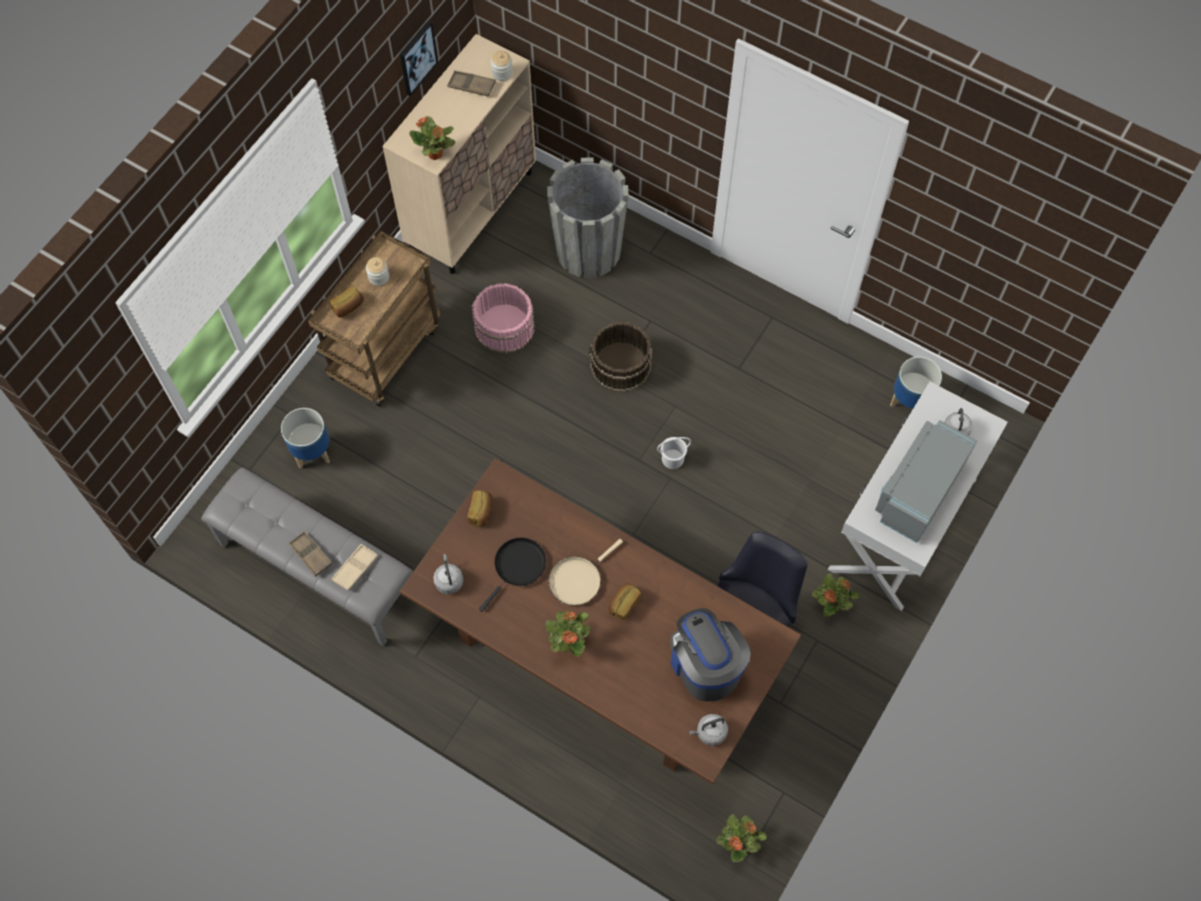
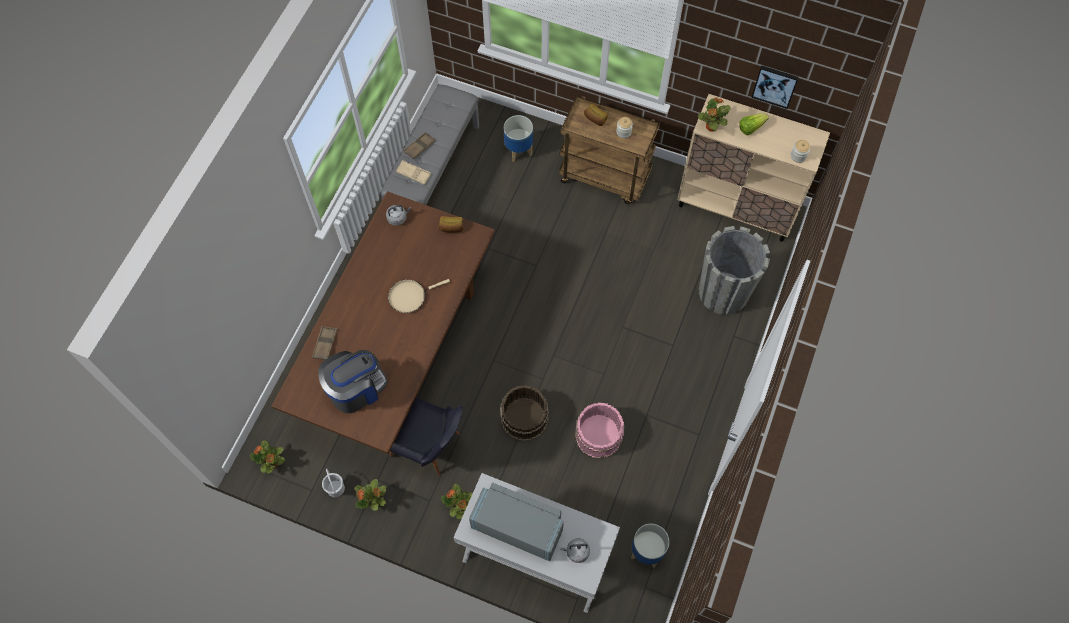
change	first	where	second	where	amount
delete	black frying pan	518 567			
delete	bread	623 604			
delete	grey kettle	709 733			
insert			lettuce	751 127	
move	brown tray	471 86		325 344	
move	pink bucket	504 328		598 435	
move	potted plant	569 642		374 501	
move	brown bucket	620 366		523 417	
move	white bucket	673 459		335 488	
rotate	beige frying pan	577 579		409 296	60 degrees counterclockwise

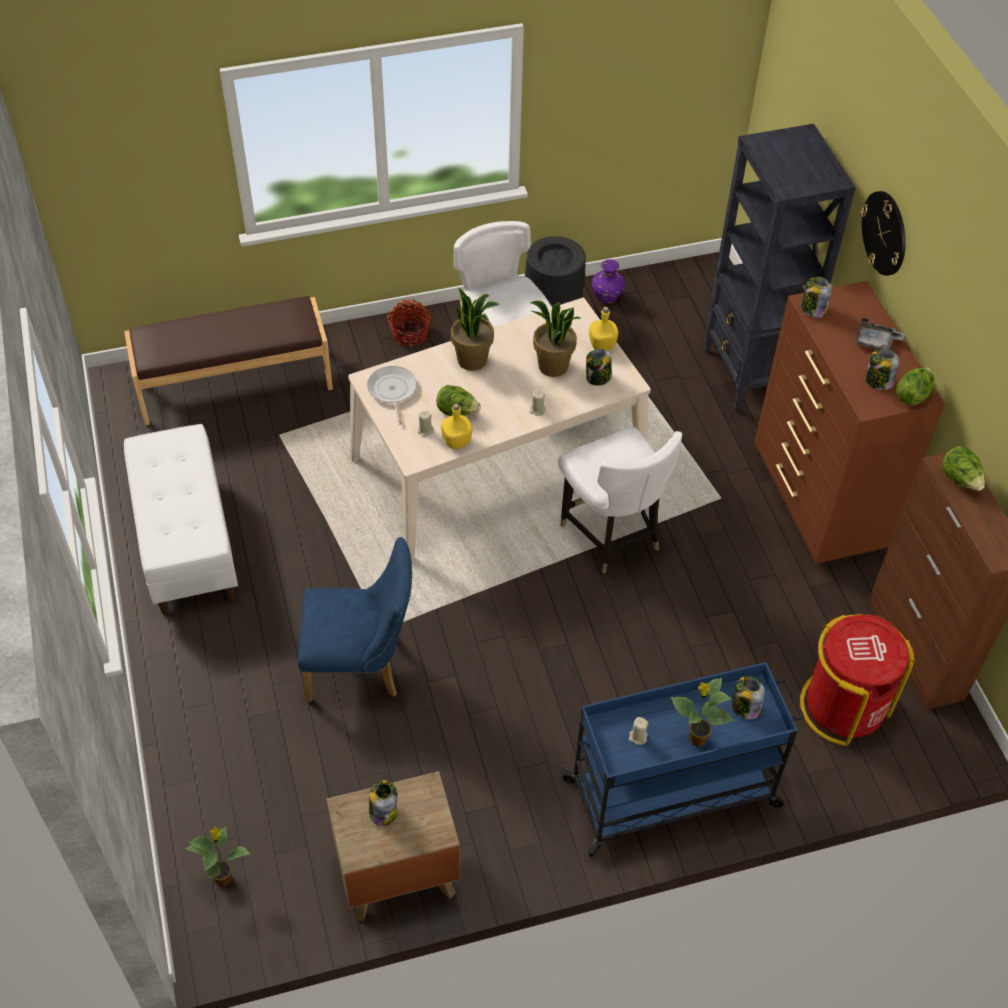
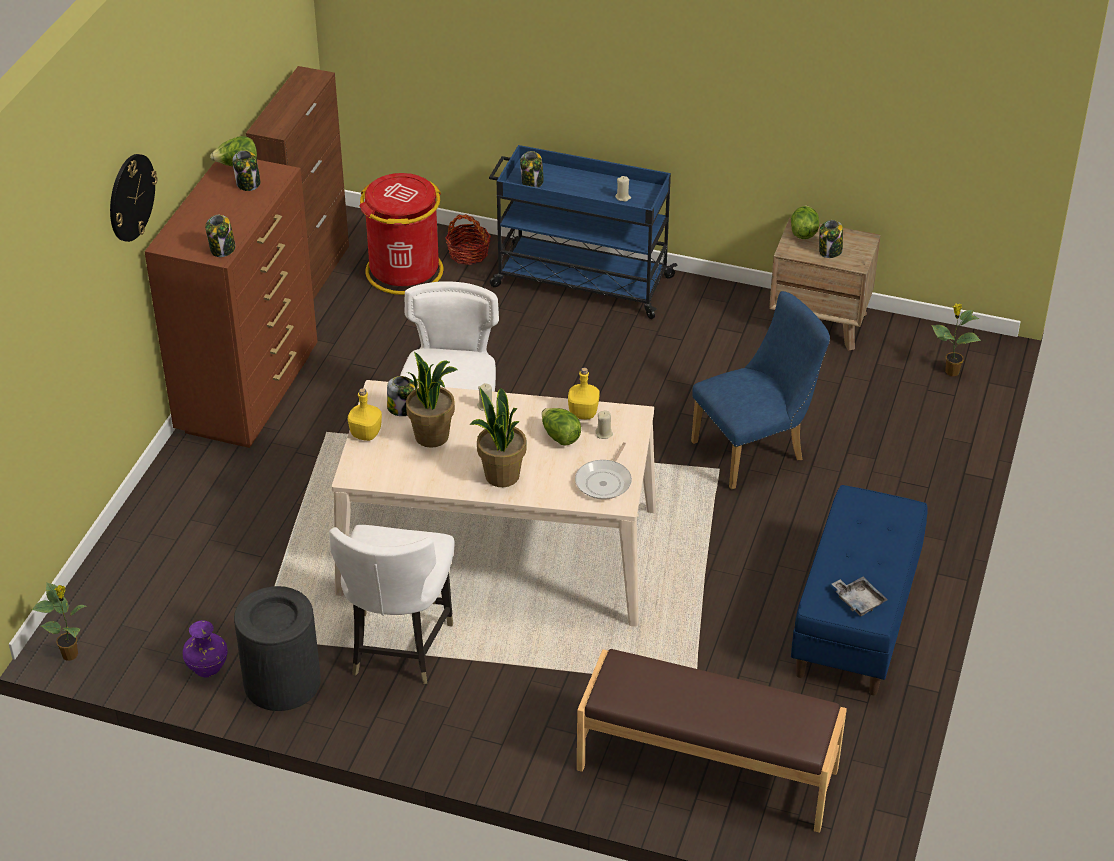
change	first	where	second	where	amount
delete	black bookcase	750 375			
move	basket	410 333		468 254	
move	potted plant	696 739		71 655	
move	grey tray	875 341		858 601	
move	lettuce	960 479		803 232	
recolor	white bench	186 542	blue bench	856 621	
rotate	blue chair	362 667		755 450	120 degrees clockwise

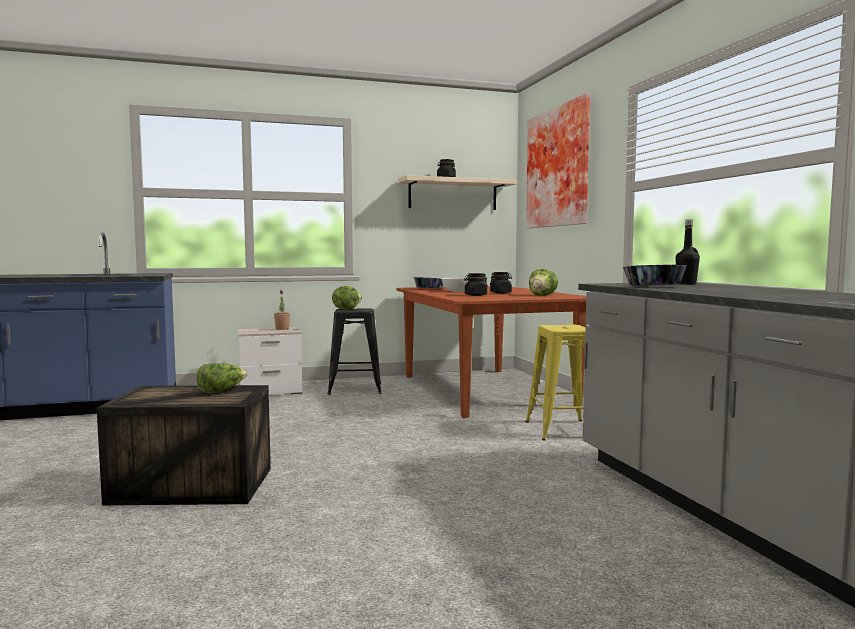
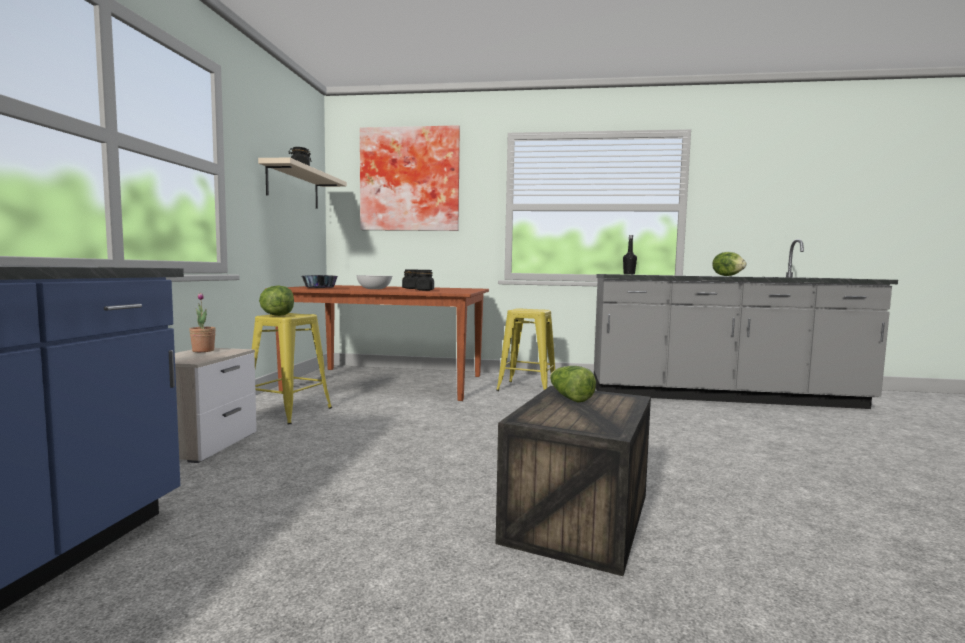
change	first	where	second	where	amount
delete	bowl	652 286			
move	lettuce	542 295		728 276	
recolor	black stool	355 389	yellow stool	288 412	

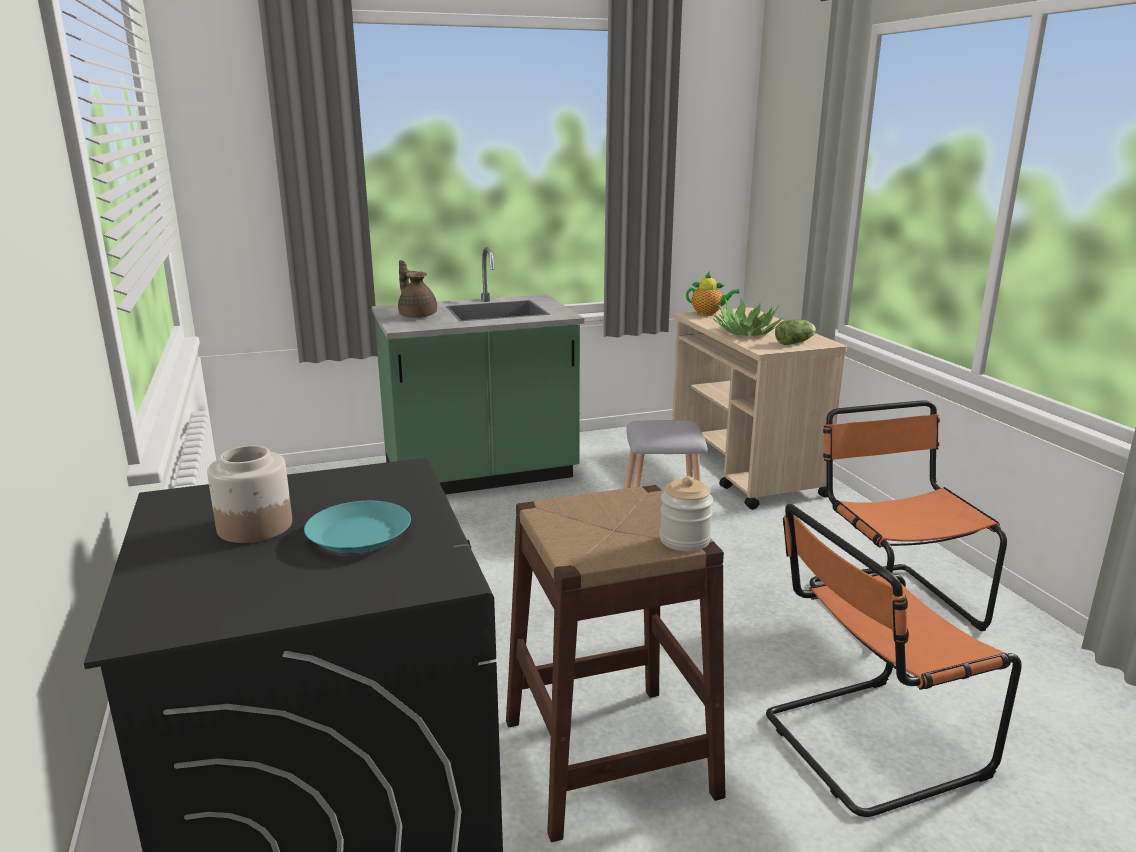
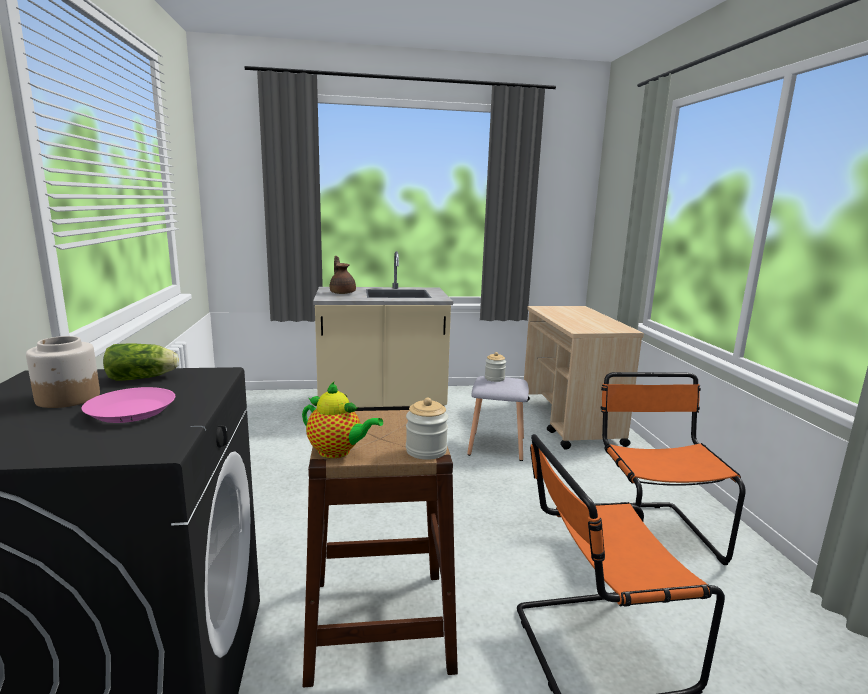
change	first	where	second	where	amount
delete	potted plant	747 332			
insert			jar	494 378	
move	teapot	708 314		337 452	
move	lettuce	796 342		144 378	
recolor	turquoise plate	360 535	pink plate	132 411	
recolor	green counter	481 476	beige counter	381 407	

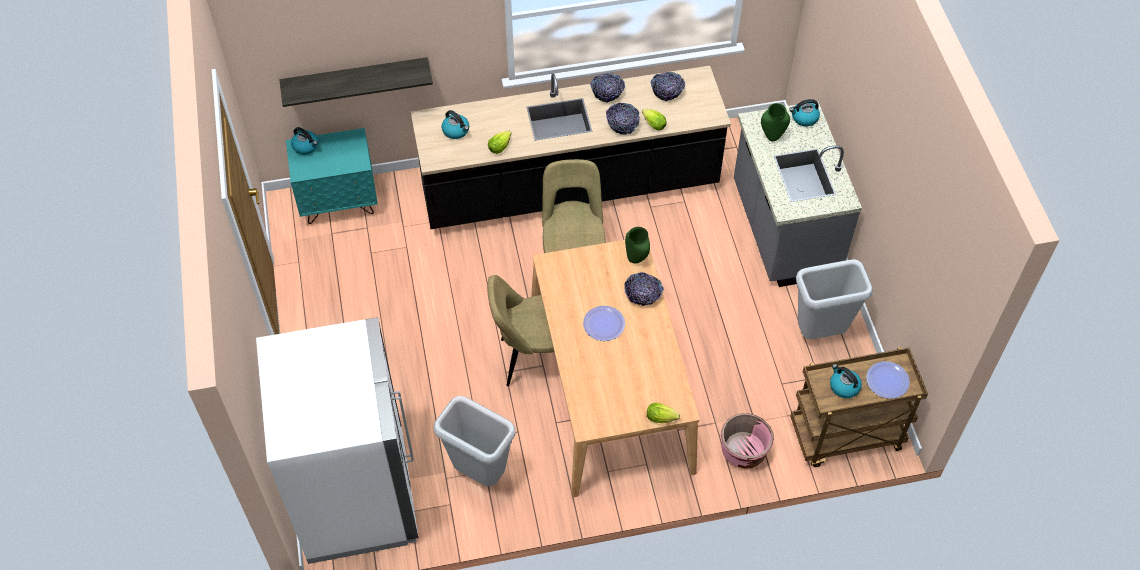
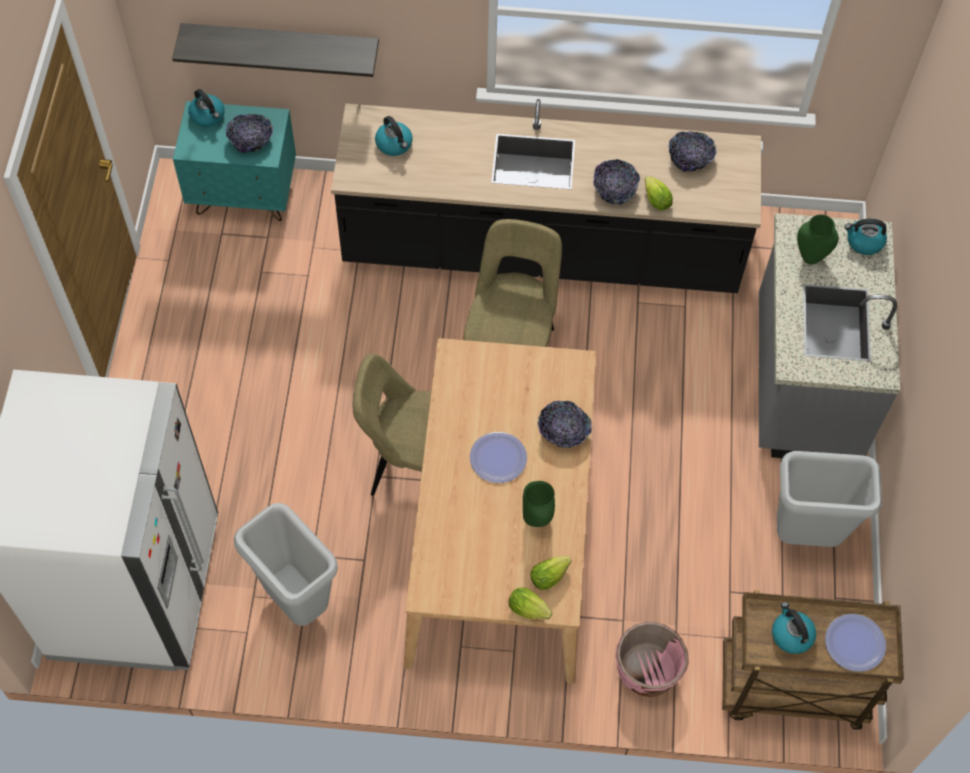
change	first	where	second	where	amount
move	lettuce	501 146		551 575	
move	bowl	607 93		250 140	
move	green vase	637 259		537 519	

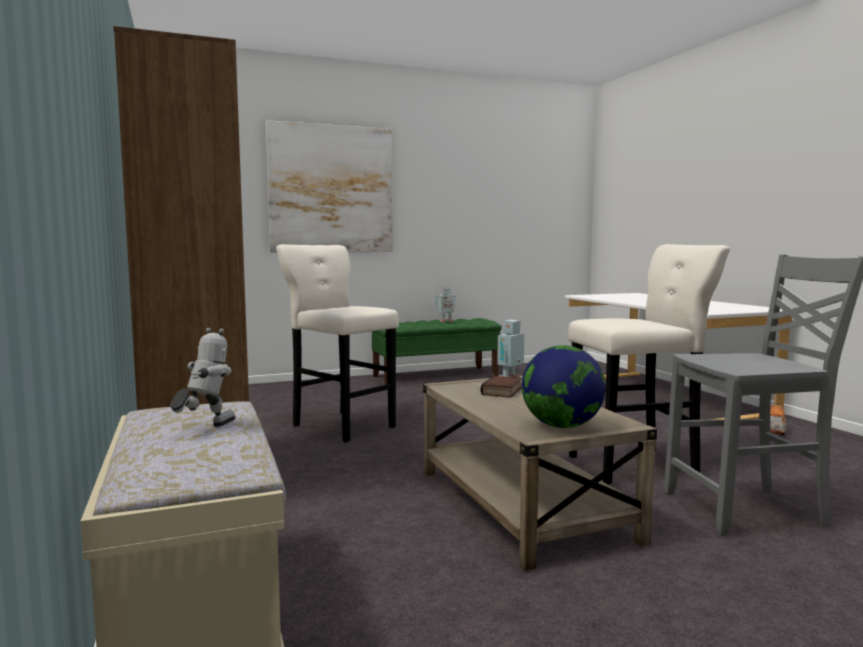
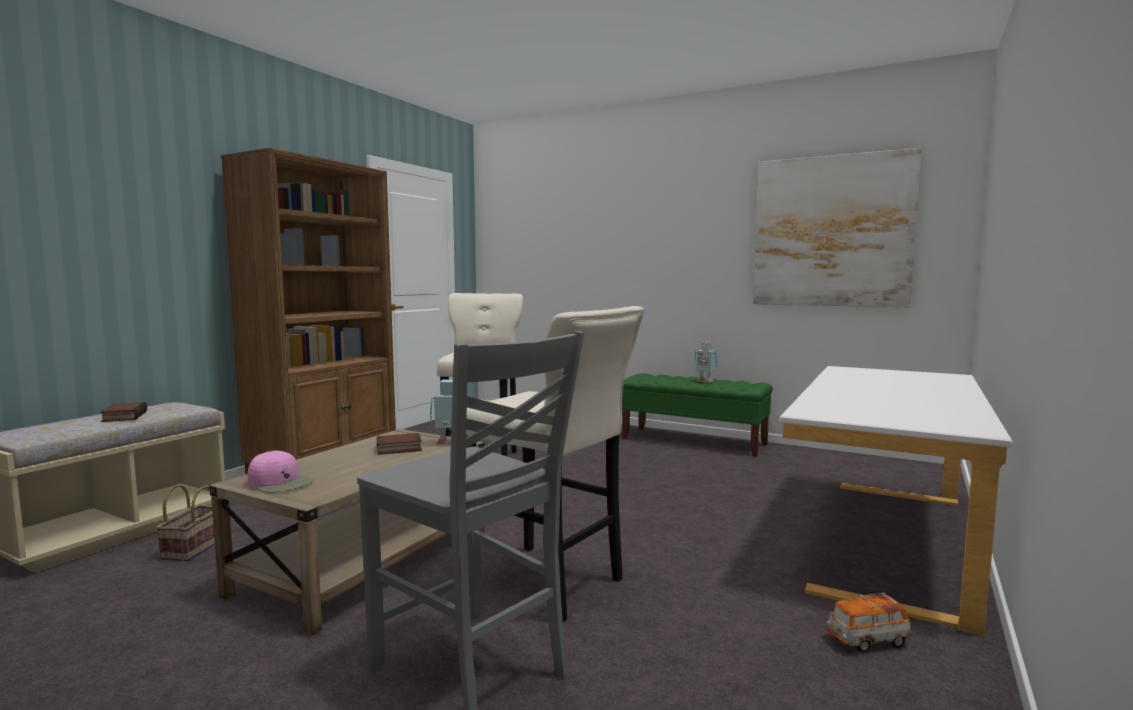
change	first	where	second	where	amount
insert			basket	194 547	
move	picture	331 189		831 231	
replace	toy robot	206 427	book	123 416	
replace	globe	562 426	pink cap	280 483	

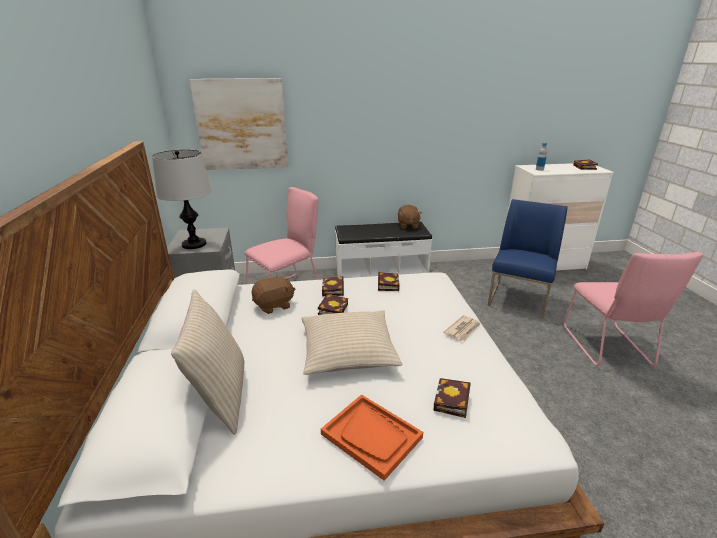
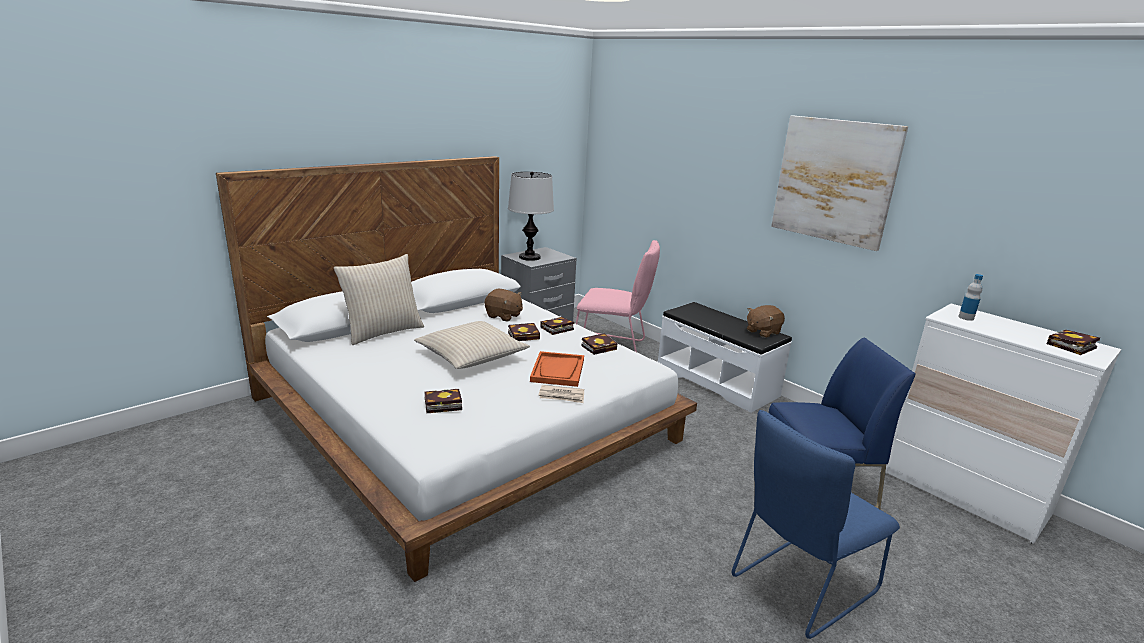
change	first	where	second	where	amount
move	picture	242 125		834 181	
move	orange tray	372 436		558 371	
recolor	pink chair	608 348	blue chair	799 587	

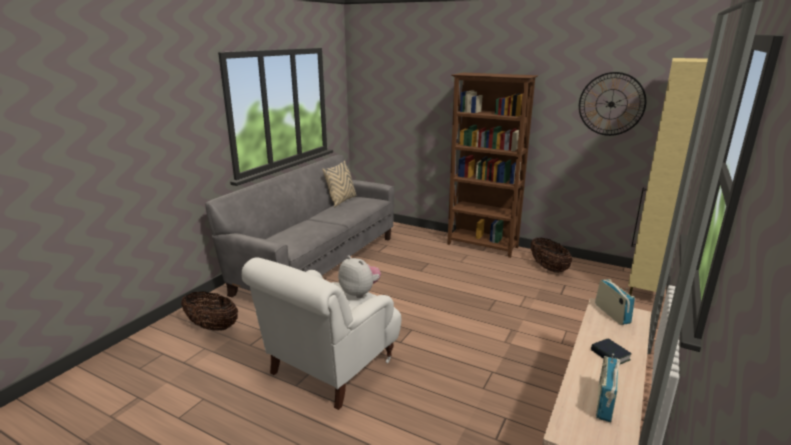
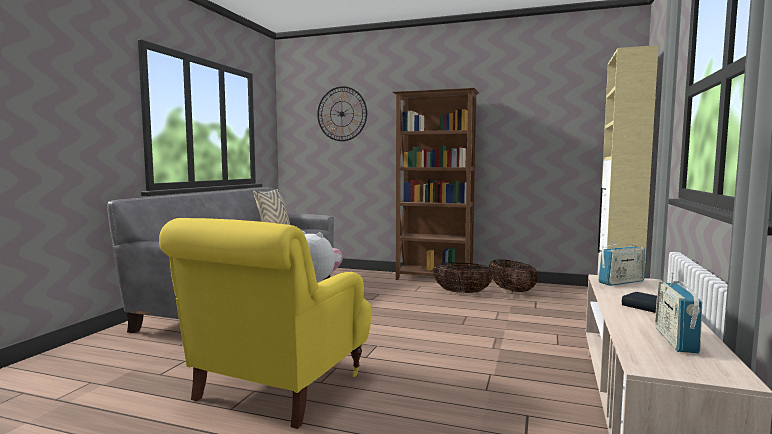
change	first	where	second	where	amount
move	basket	212 326		462 292	
move	wall clock	611 104		342 114	
recolor	white armchair	330 368	yellow armchair	277 388	
rotate	radio	612 314		621 282	90 degrees clockwise

